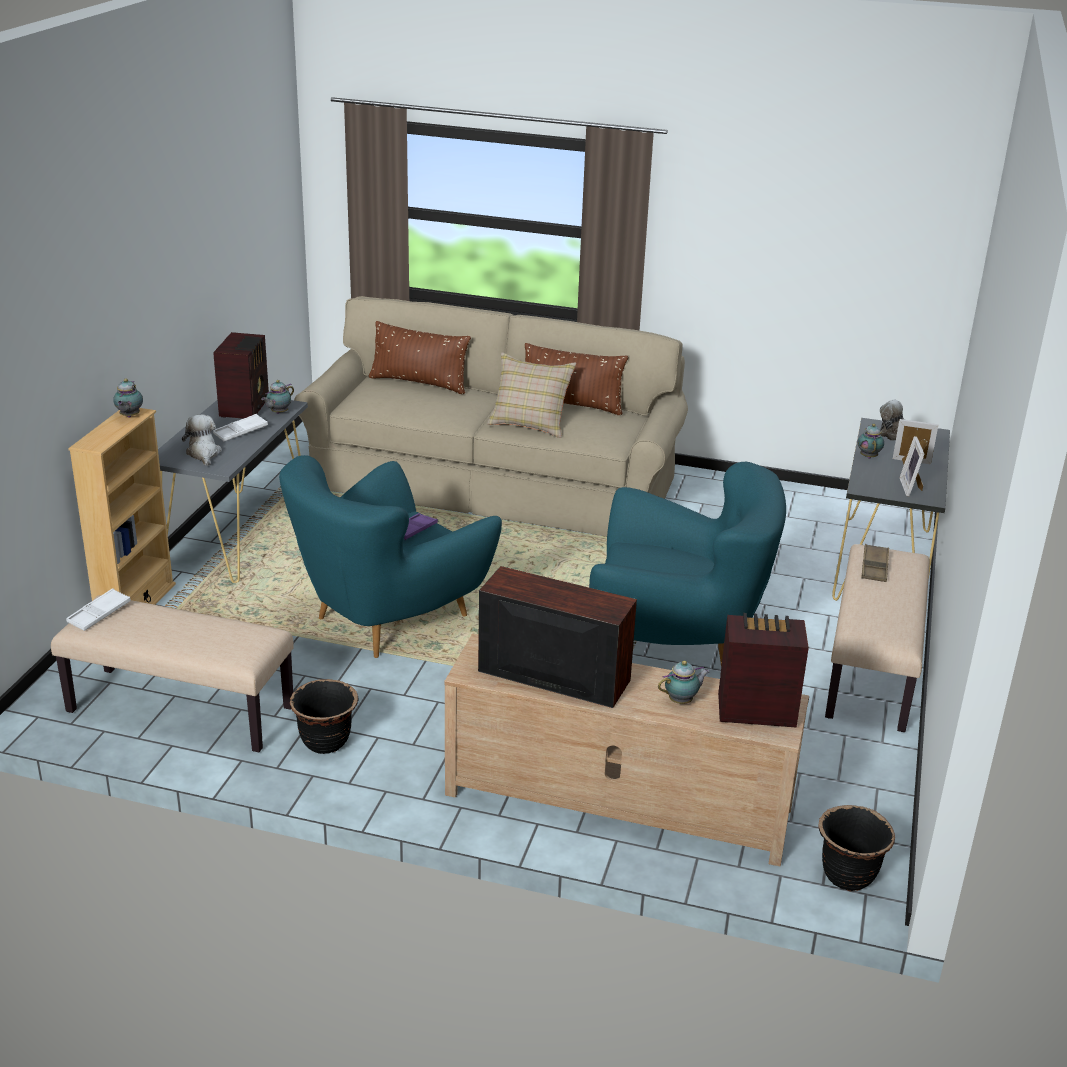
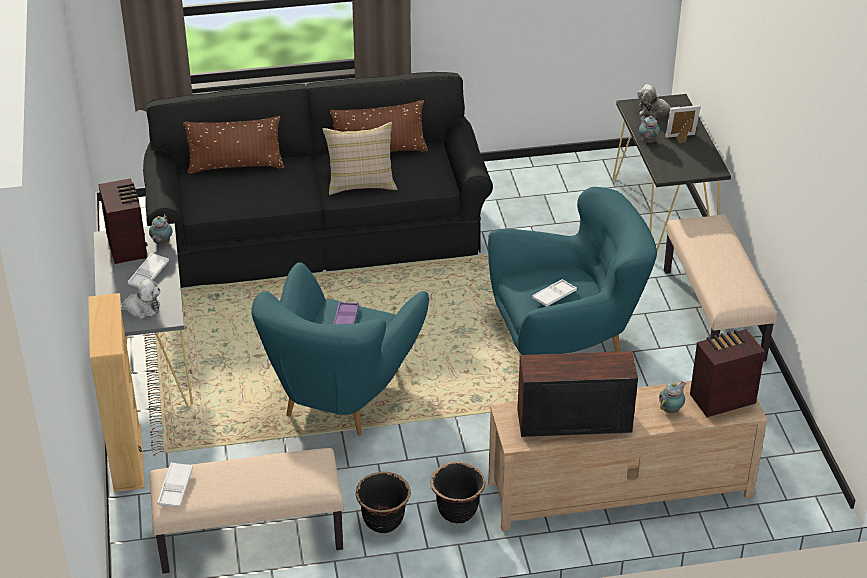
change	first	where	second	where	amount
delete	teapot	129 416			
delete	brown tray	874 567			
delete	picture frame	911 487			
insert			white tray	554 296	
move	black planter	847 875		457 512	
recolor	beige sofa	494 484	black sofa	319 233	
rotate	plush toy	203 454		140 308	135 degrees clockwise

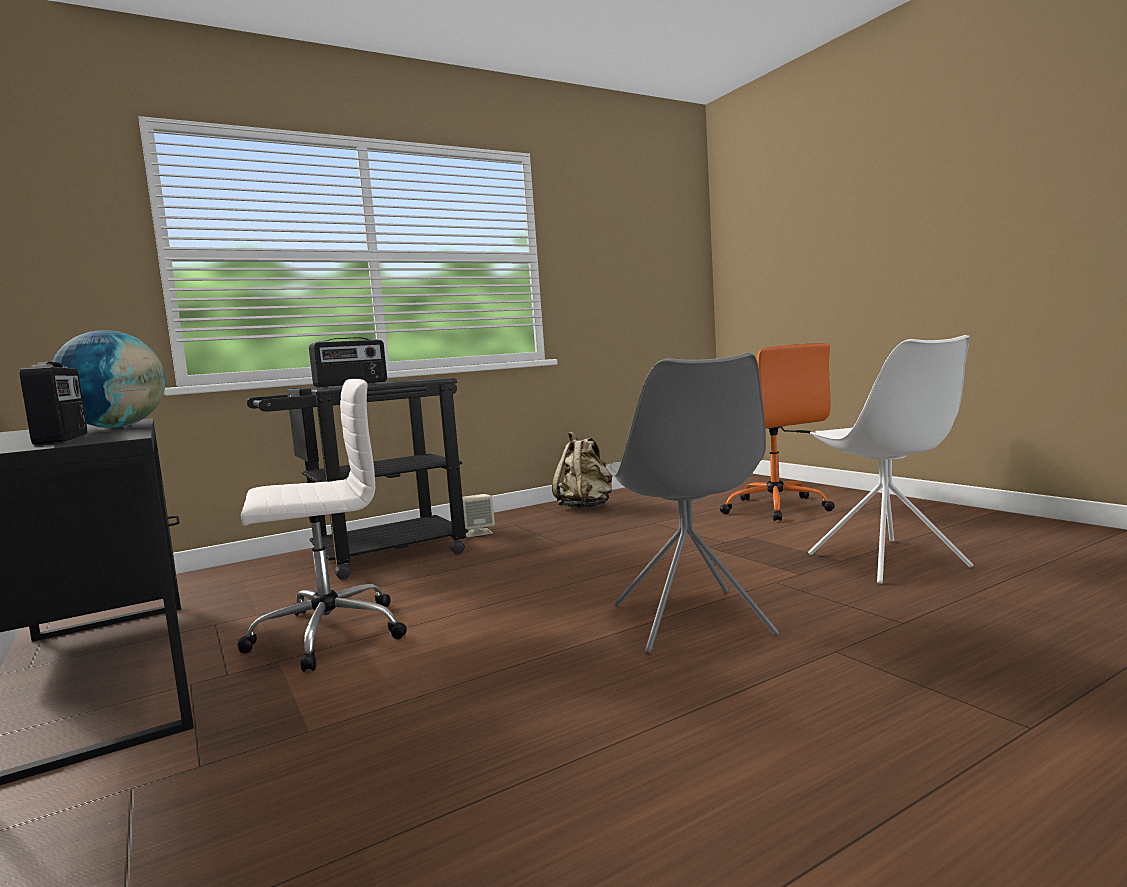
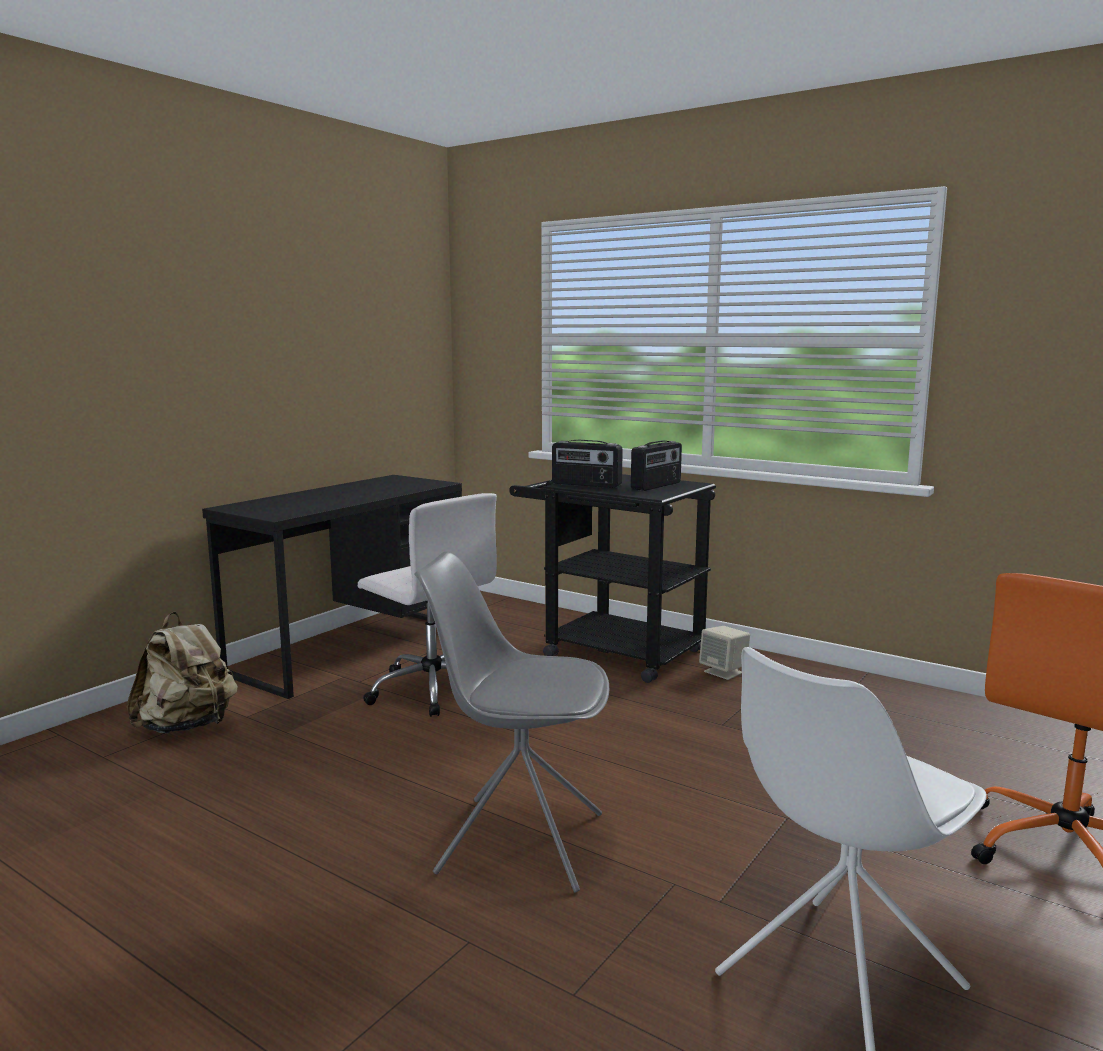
change	first	where	second	where	amount
delete	globe	116 427			
move	radio	64 439		657 486	
move	beige backpack	586 507		187 727	
rotate	grey chair	691 621		518 842	45 degrees clockwise

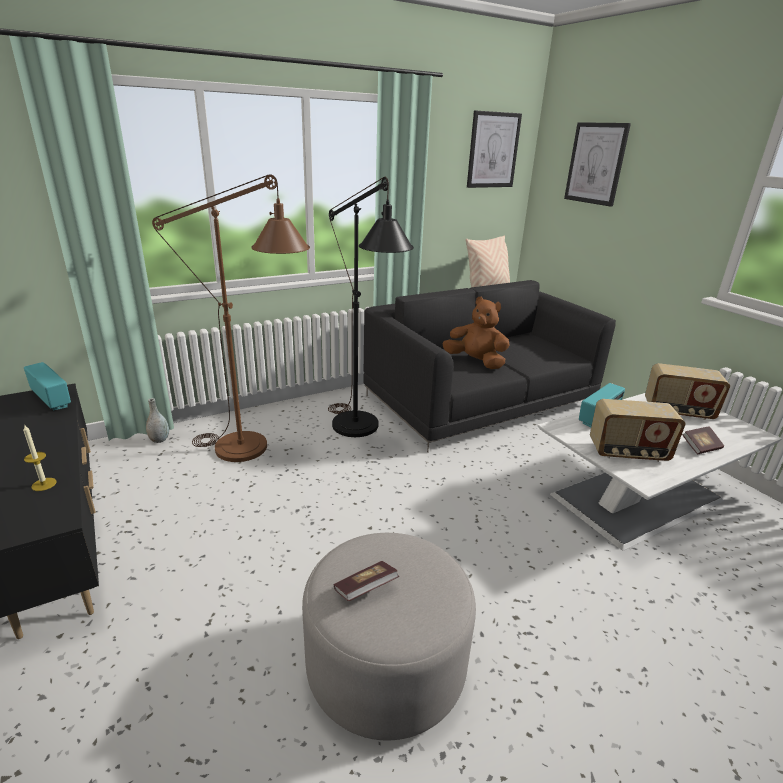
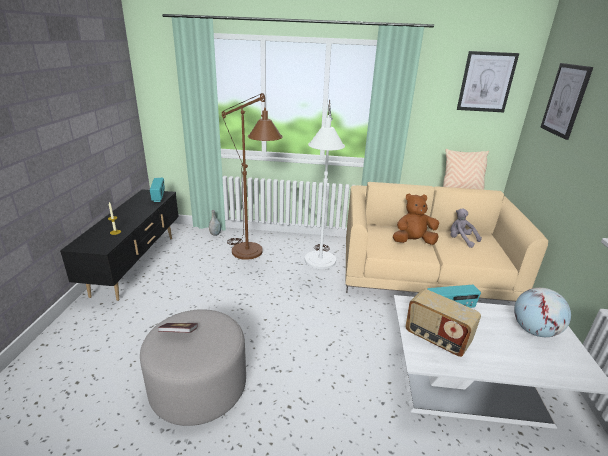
change	first	where	second	where	amount
delete	book	700 447			
insert			grey plush toy	460 240	
replace	radio	678 411	globe	534 331	
recolor	black floor lamp	361 431	white floor lamp	319 265	
recolor	black sofa	479 399	beige sofa	424 273	
rotate	brown plush toy	476 362		413 242	75 degrees counterclockwise

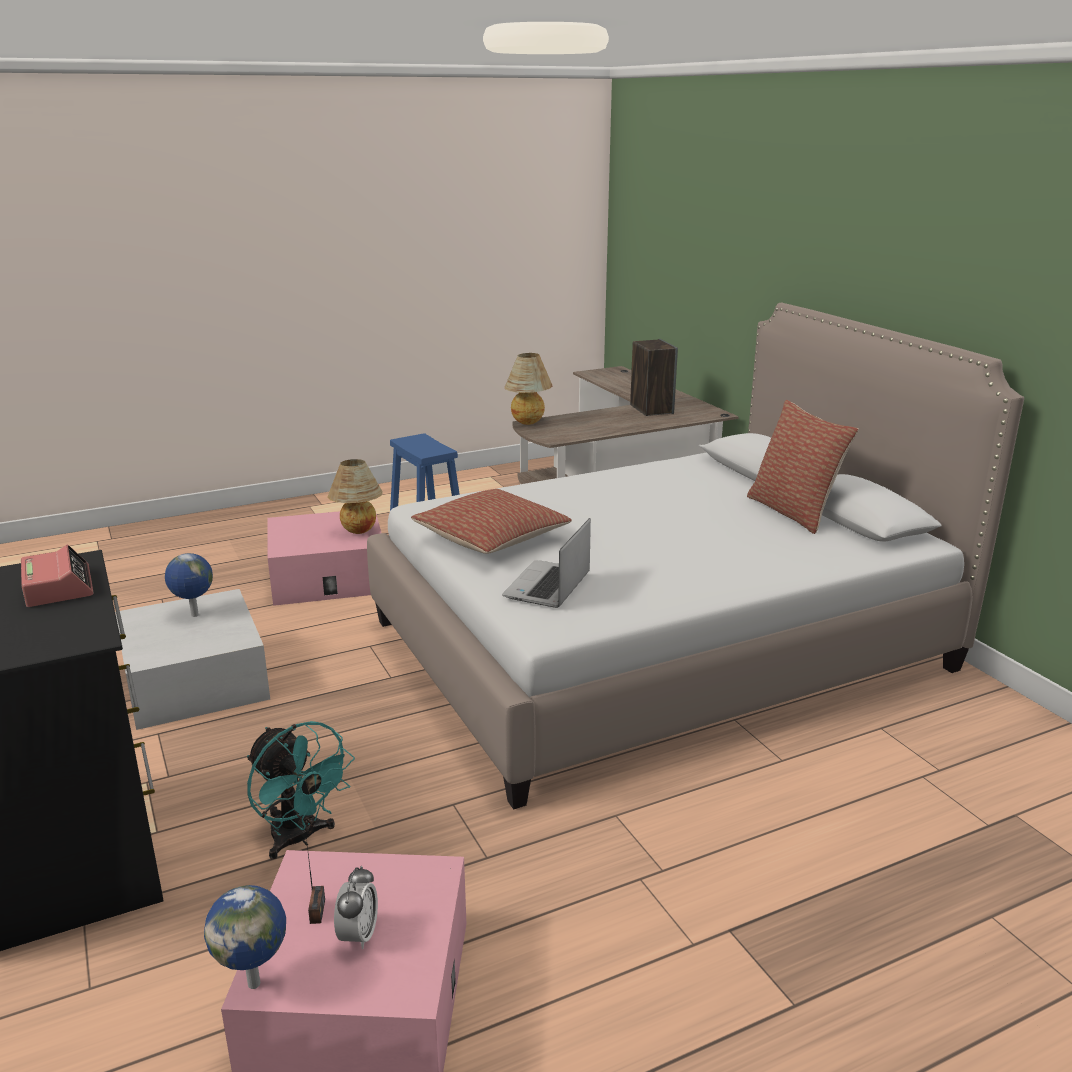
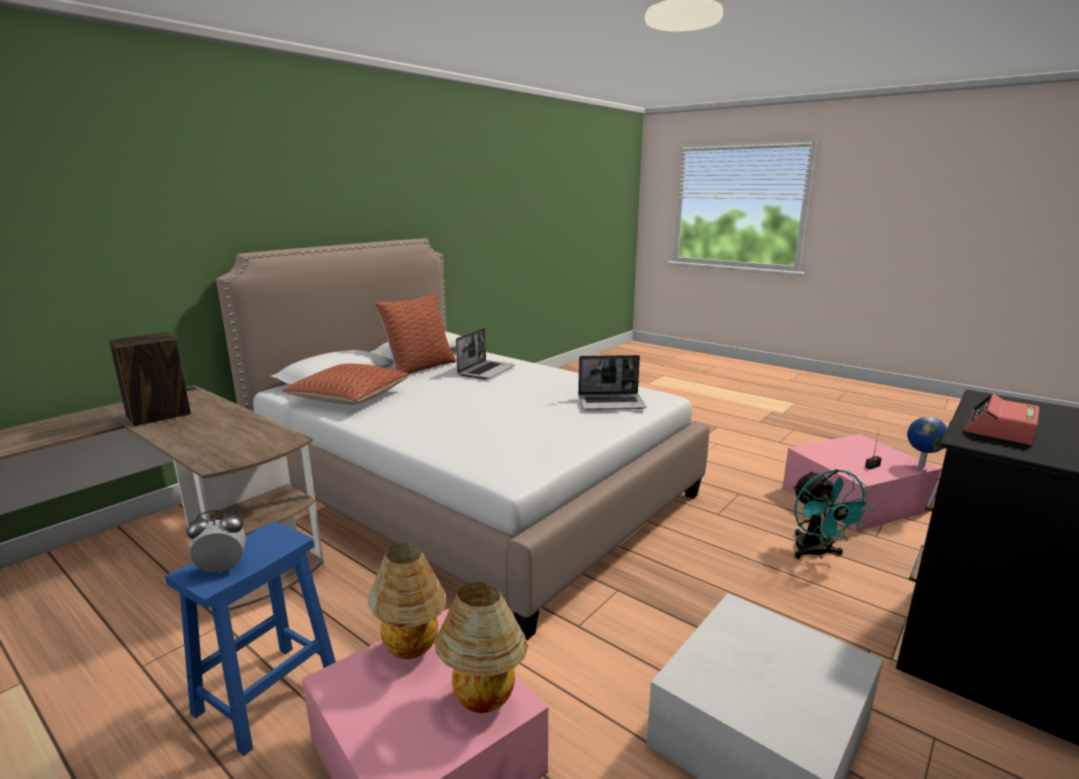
change	first	where	second	where	amount
delete	globe	194 615			
insert			laptop	486 371	
move	alarm clock	358 935		222 568	
move	pillow	492 538		350 397	
move	table lamp	528 423		482 701	
rotate	turquoise fan	300 839		816 553	150 degrees clockwise

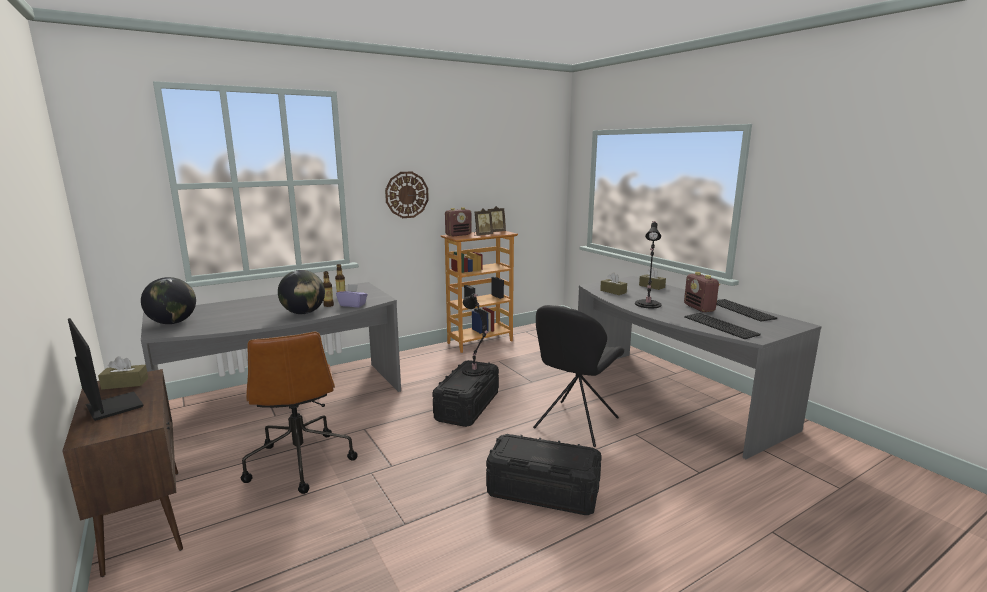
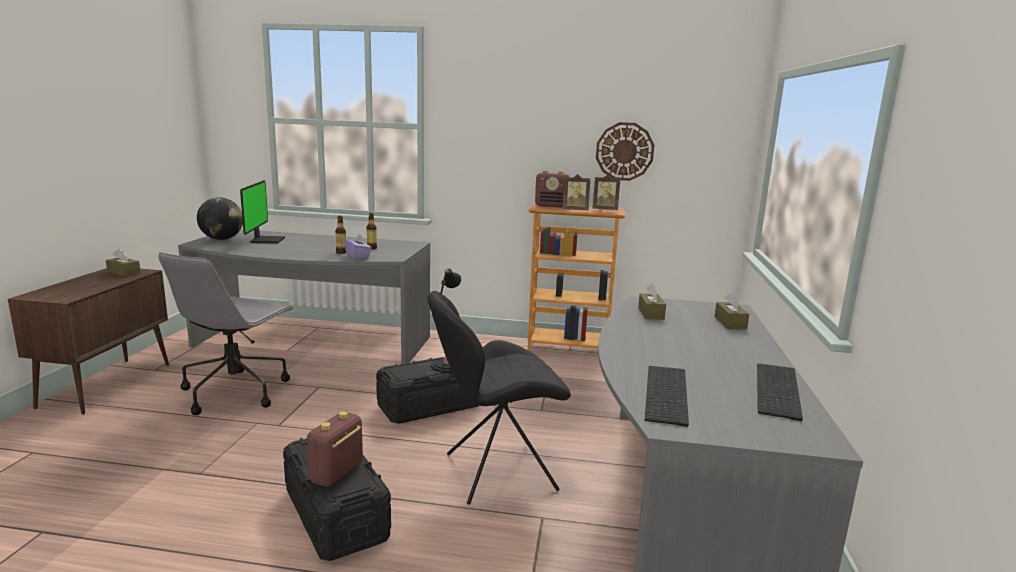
change	first	where	second	where	amount
delete	globe	303 313			
delete	black table lamp	648 304			
move	monitor	111 407		266 240	
move	wall clock	406 195		624 151	
move	radio	699 308		336 473	
recolor	brown office chair	300 461	grey office chair	236 391	

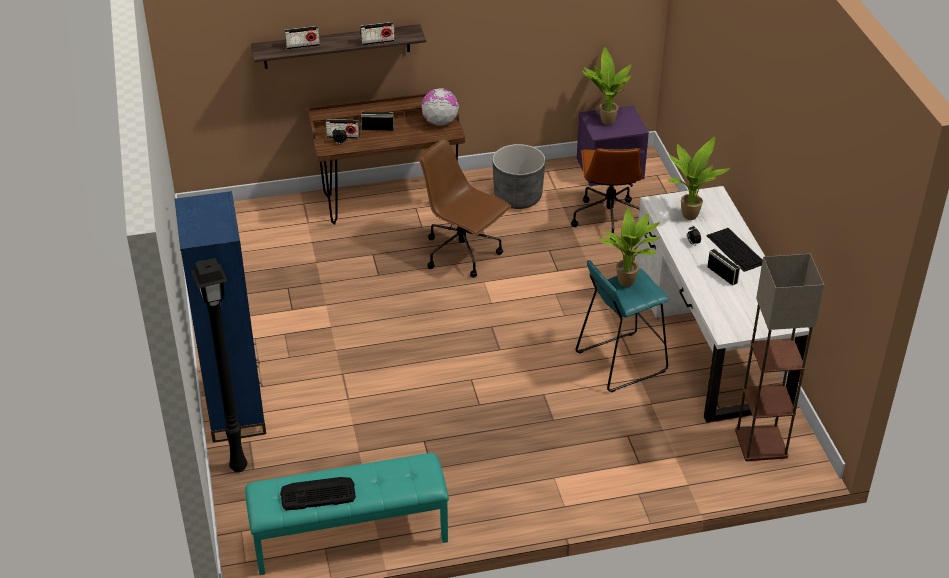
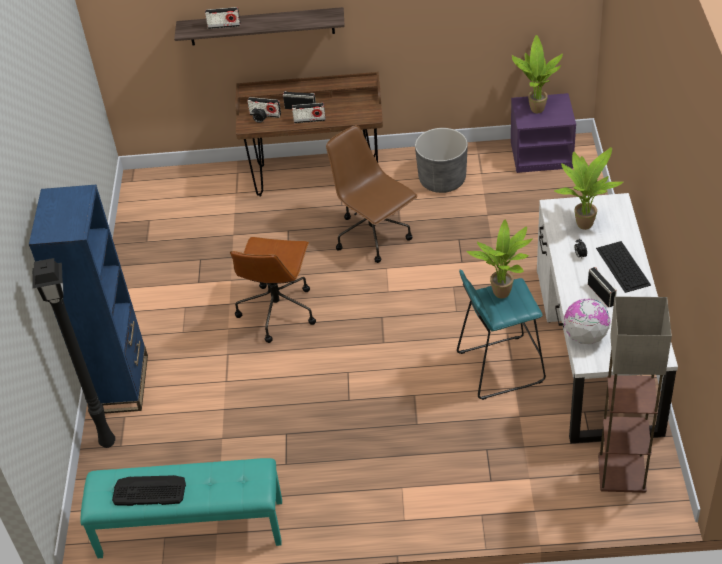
change	first	where	second	where	amount
move	radio	377 41		309 120	
move	globe	440 122		585 336	
move	brown office chair	608 219		277 310	

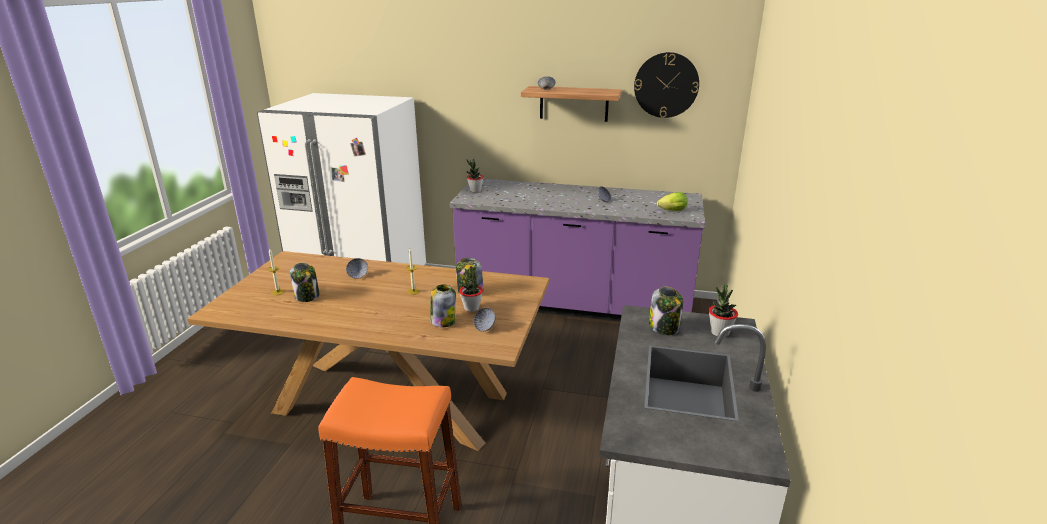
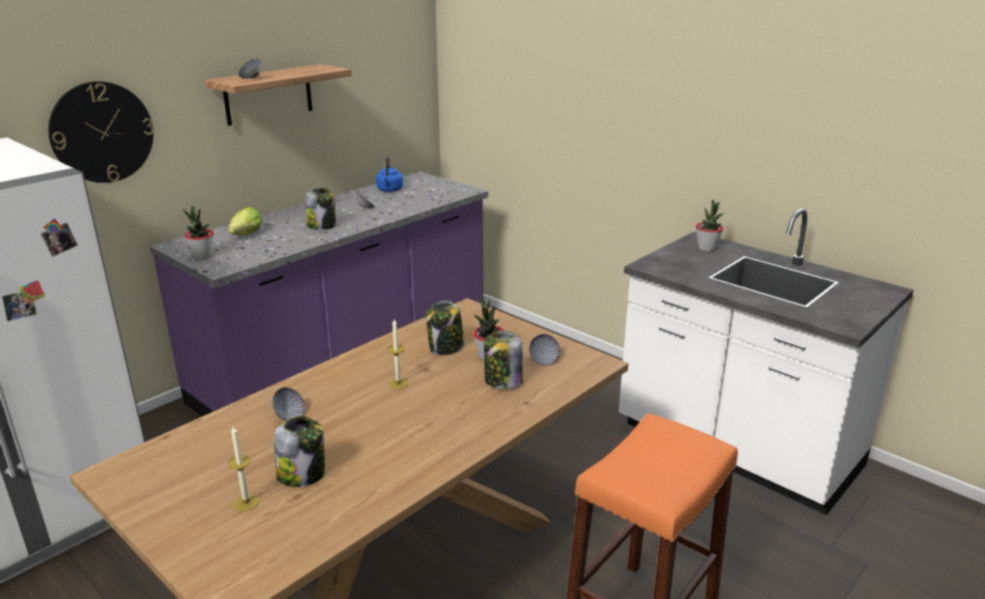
change	first	where	second	where	amount
insert			blue kettle	389 190	
move	wall clock	666 85		102 132	
move	jar	664 327		322 226	
move	lettuce	670 211		245 236	

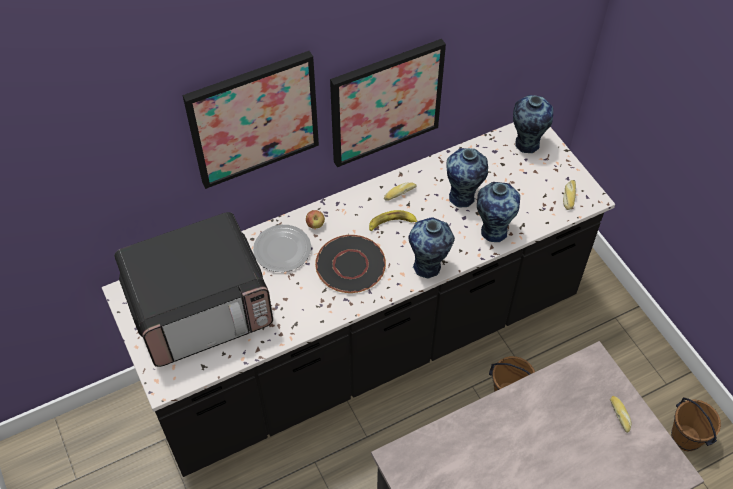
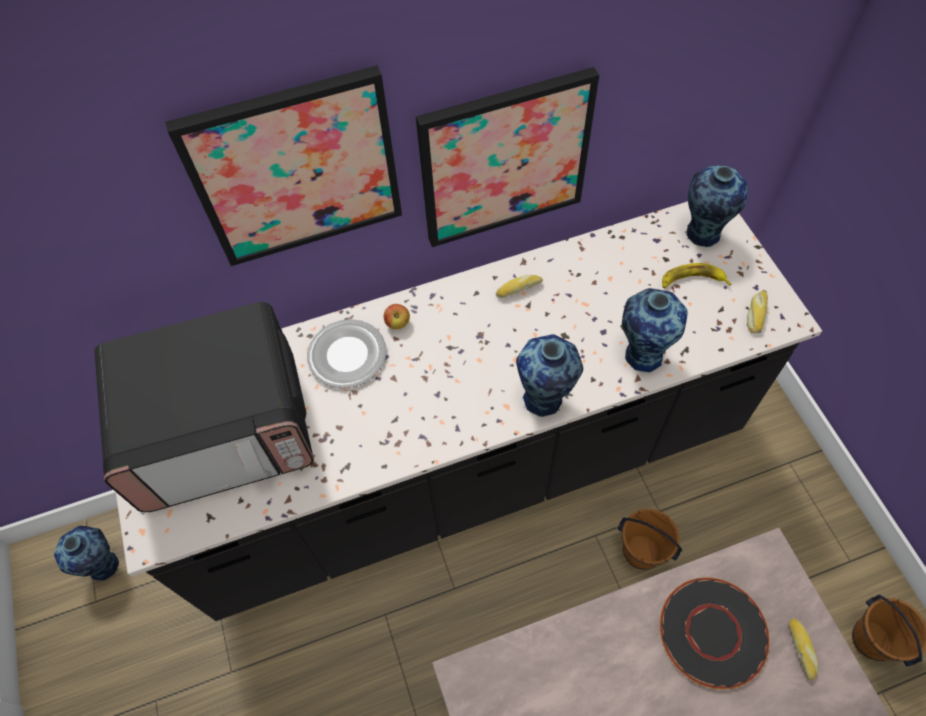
change	first	where	second	where	amount
move	black plate	351 265		713 632	
move	banana	392 223		692 281	
move	vase	463 197		105 566	

